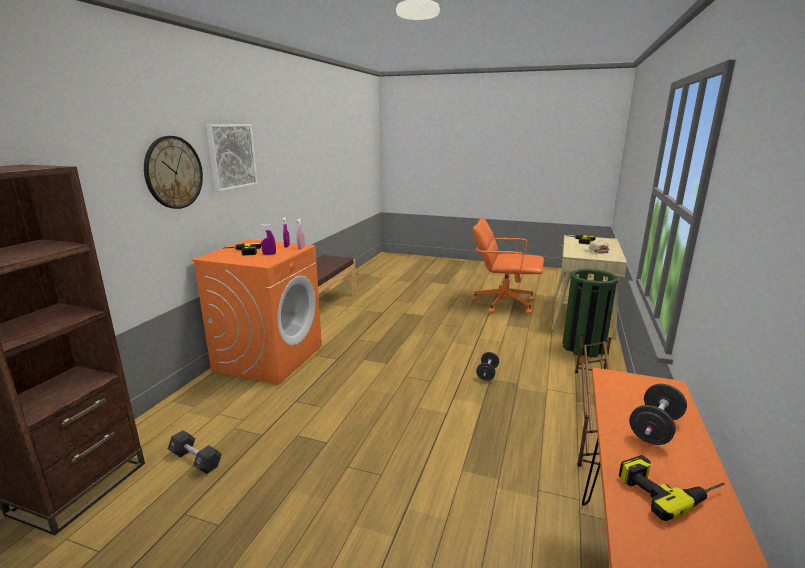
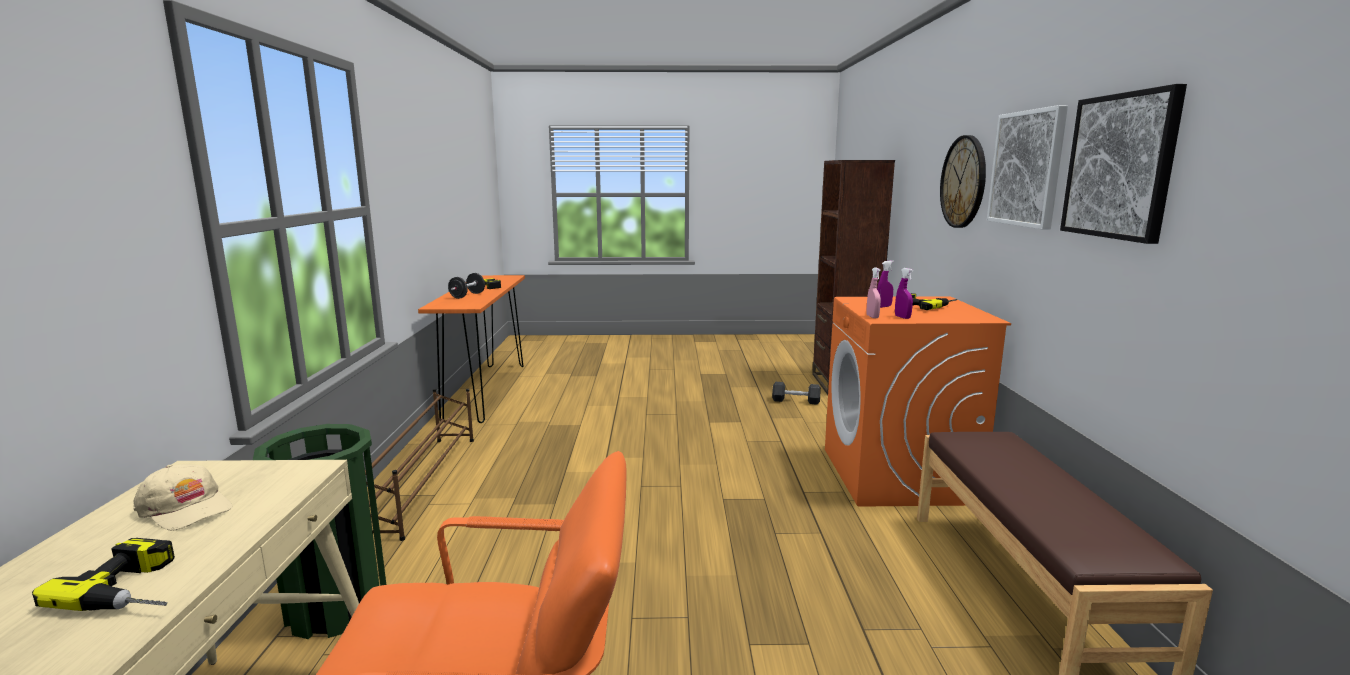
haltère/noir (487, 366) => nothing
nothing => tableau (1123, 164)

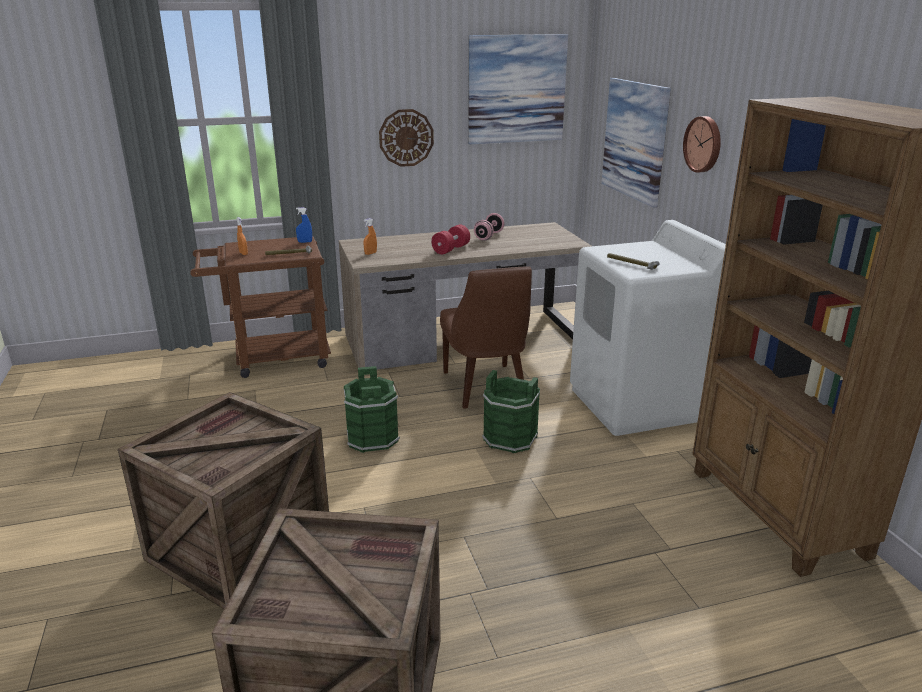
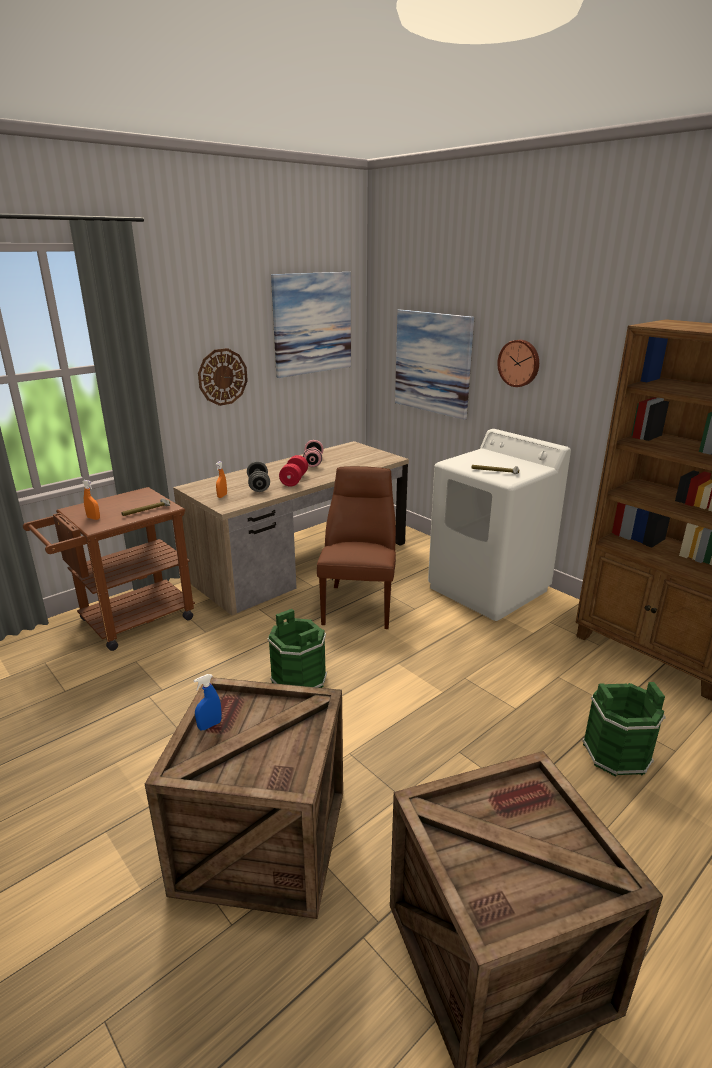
vaporisateur/bleu (304, 225) => vaporisateur/bleu (208, 702), shifted
chaise/marron (486, 337) => chaise/marron (356, 547), 135 degrees counterclockwise
seau/vert (511, 411) => seau/vert (624, 729), shifted
nothing => haltère/gris (258, 476)

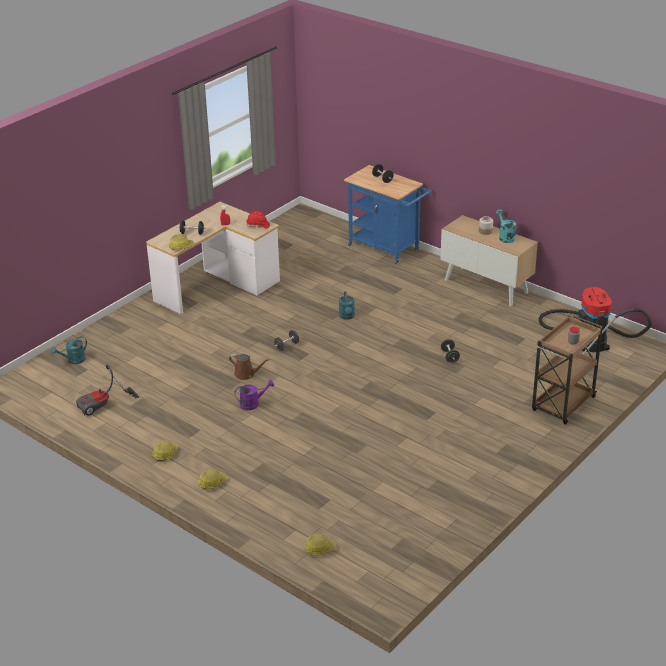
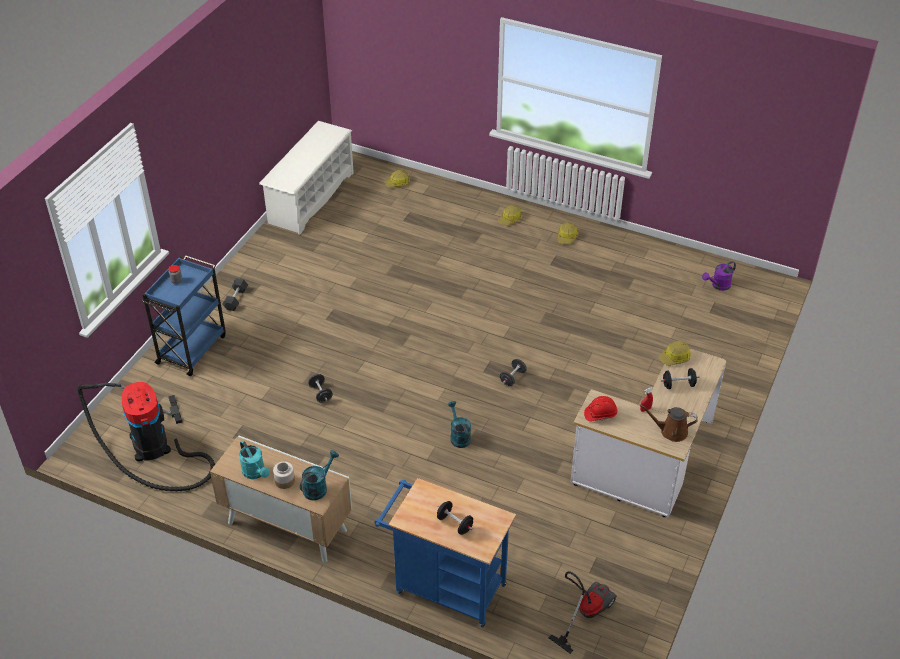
chariot/marron (567, 370) => chariot/bleu (184, 315)
arrosoir/turquoise (69, 350) => arrosoir/turquoise (319, 475), shifted
arrosoir/marron (249, 367) => arrosoir/marron (669, 423), shifted
aspirateur (107, 390) => aspirateur (582, 612), shifted
arrosoir/violet (254, 395) => arrosoir/violet (719, 276), shifted
nothing => étagère à chaussures/blanc (306, 178)
nothing => haltère/noir (235, 294)

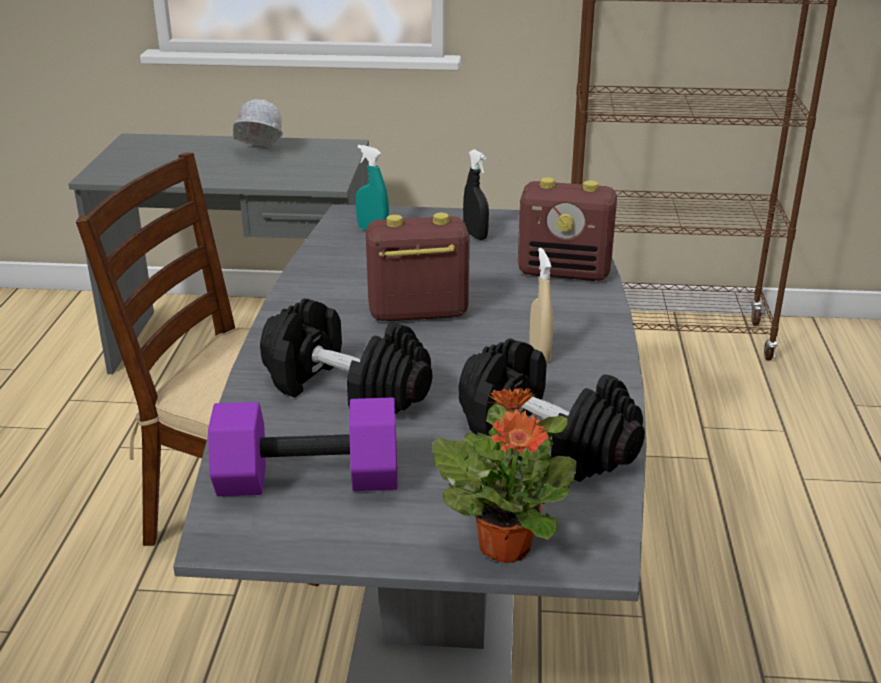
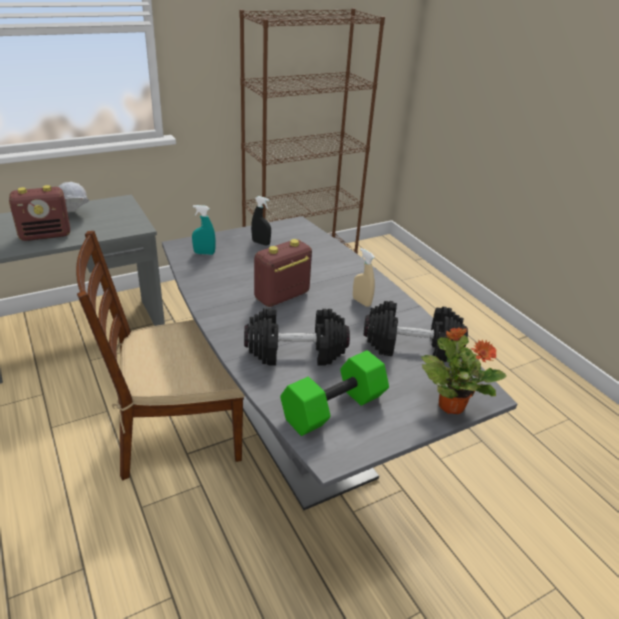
radio (567, 229) => radio (39, 213), shifted
haltère/violet (302, 446) => haltère/vert (334, 393)

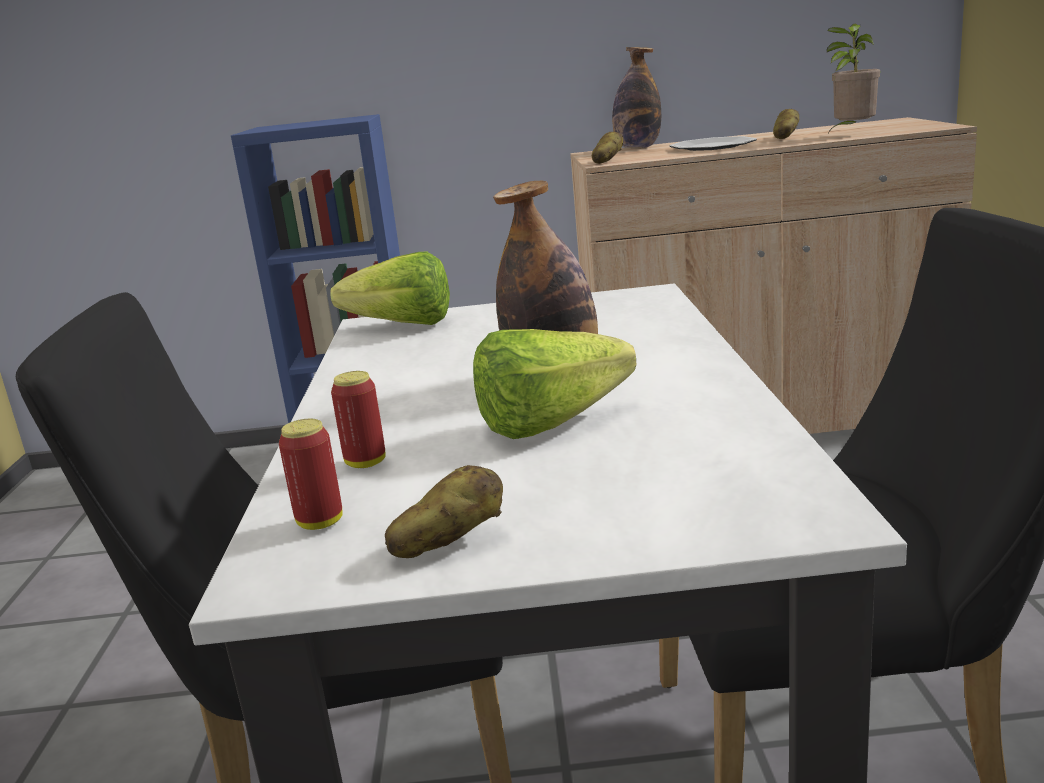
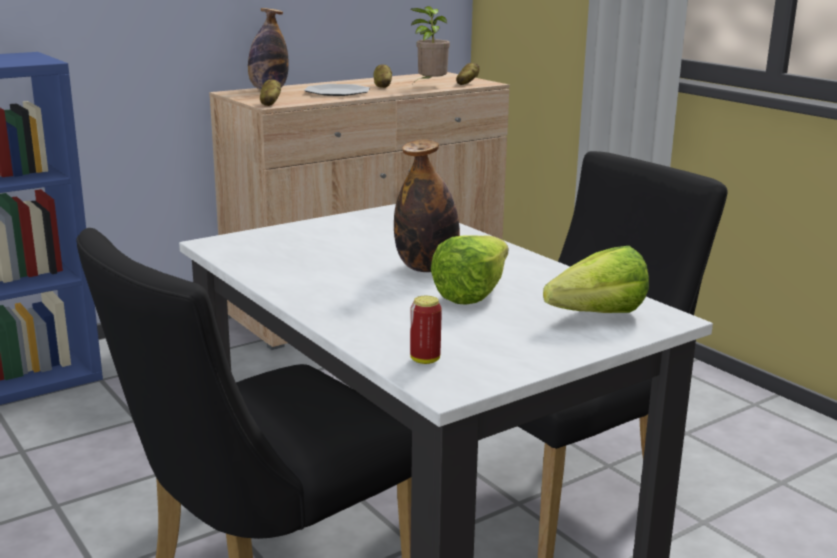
laitue (390, 288) => laitue (596, 279), shifted
boîte métallique (358, 419) => nothing
pomme de terre (444, 511) => pomme de terre (468, 74), shifted

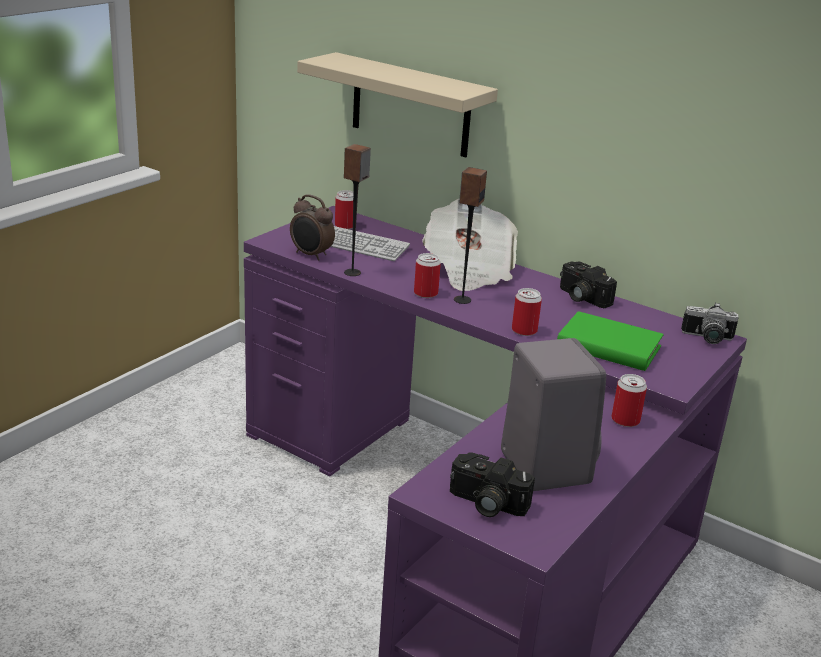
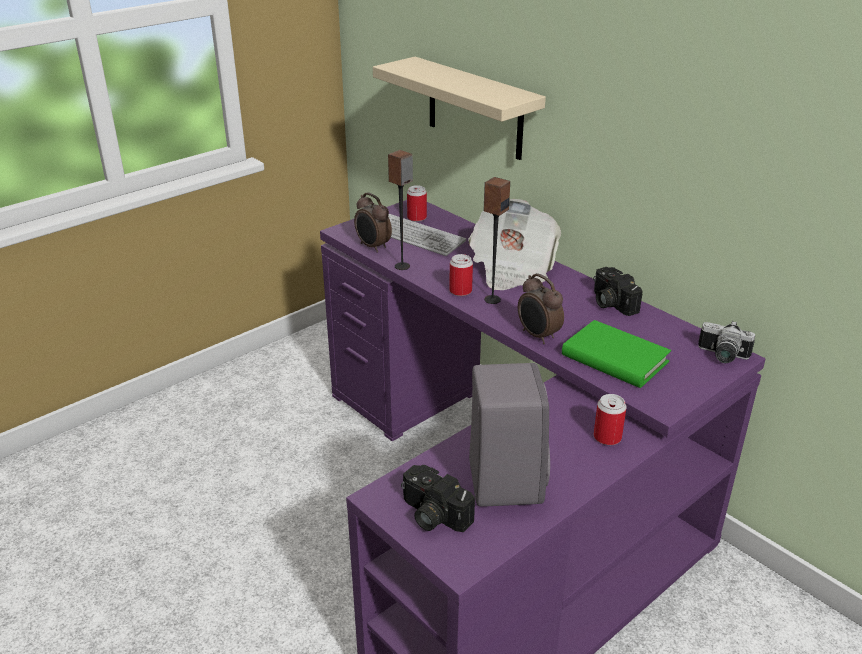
boîte métallique (527, 312) => réveil (541, 308)

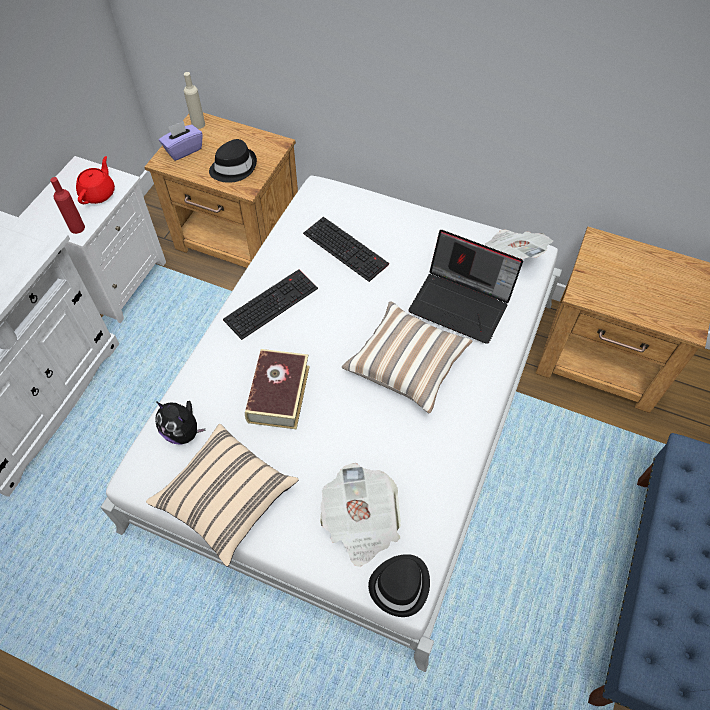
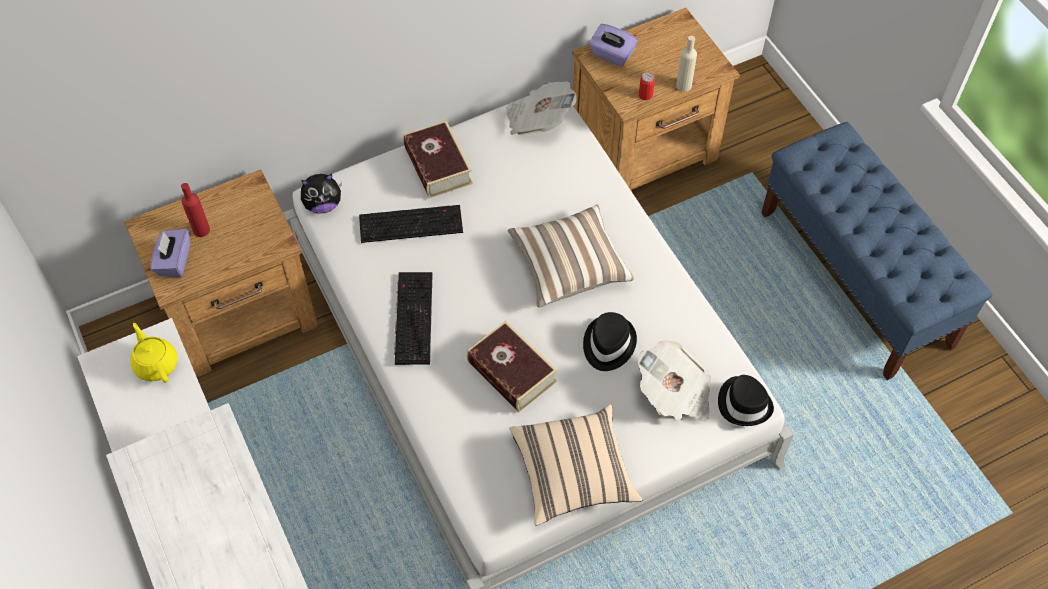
bouteille/beige (194, 100) => bouteille/beige (686, 64), shifted
chapeau/noir (233, 161) => chapeau/noir (610, 341), shifted
théière/rouge (95, 180) => théière/jaune (154, 353)
bouteille/rouge (67, 205) => bouteille/rouge (195, 210), shifted
ordinateur portable (465, 287) => nothing
peluche (180, 423) => peluche (321, 194), shifted
nothing => boîte à mouchoirs/violet (613, 45)
nothing => boîte métallique (647, 86)
nothing => livre (437, 159)

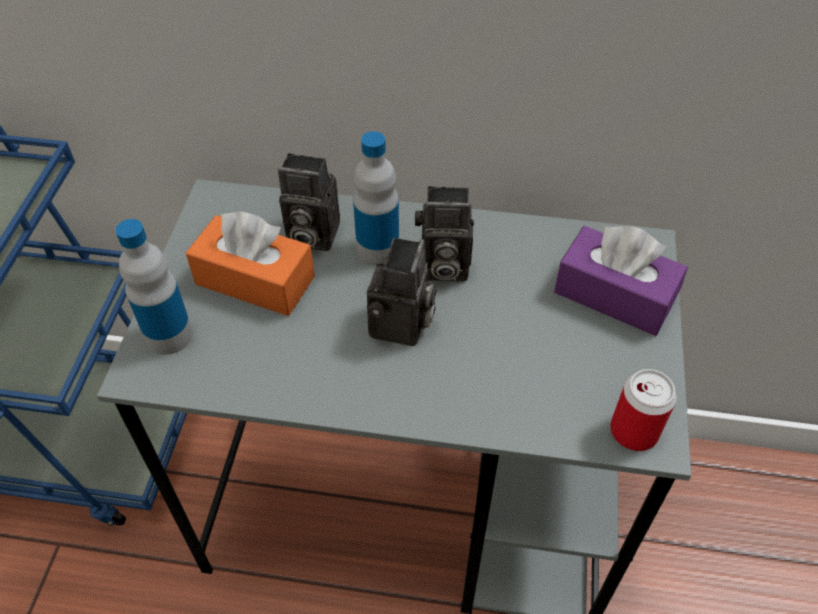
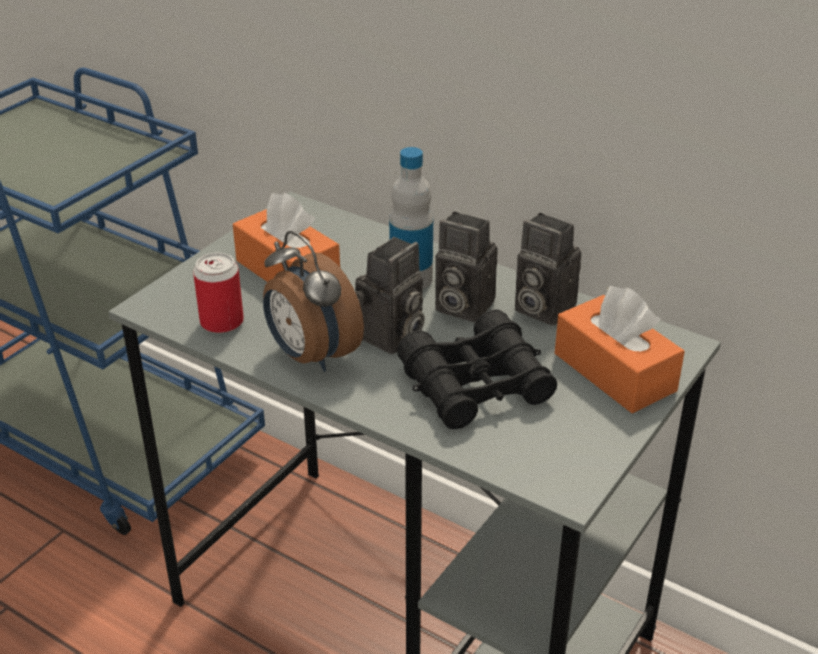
appareil photo (309, 202) => appareil photo (548, 269), shifted
bouteille (154, 287) => nothing
boîte à mouchoirs/violet (621, 281) => boîte à mouchoirs/orange (620, 349)
boîte métallique (643, 410) => boîte métallique (218, 293), shifted
nothing => réveil (313, 301)
nothing => jumelles/noir (477, 369)

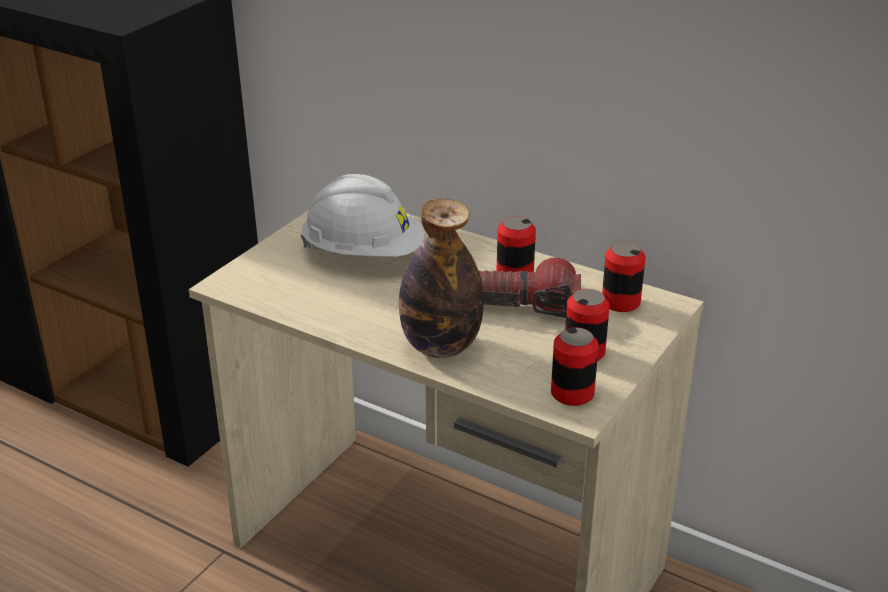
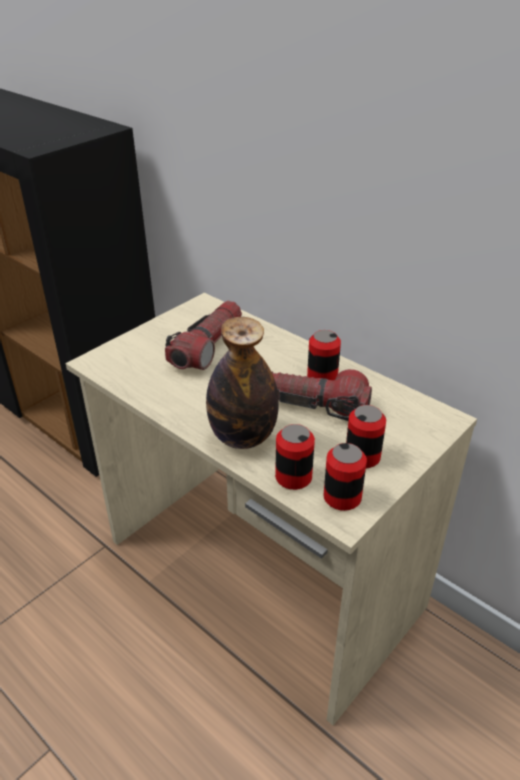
casque de chantier/blanc (362, 215) => lampe de poche (203, 335)
boîte métallique (623, 277) => boîte métallique (295, 457), shifted

